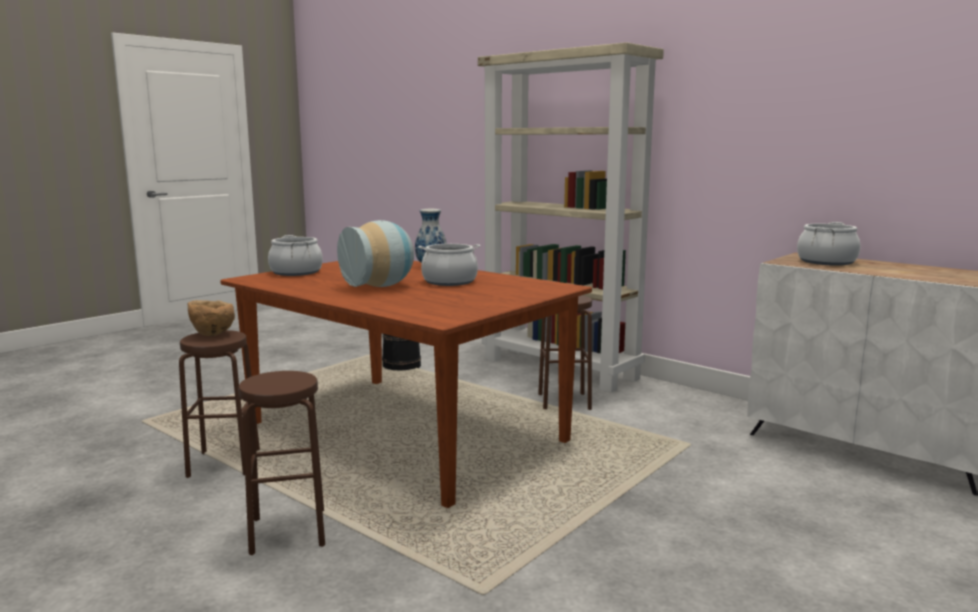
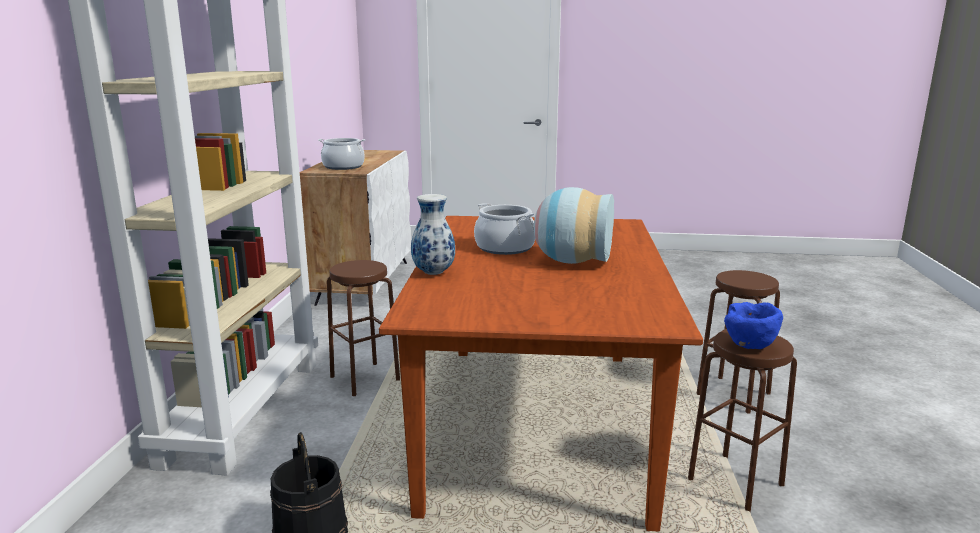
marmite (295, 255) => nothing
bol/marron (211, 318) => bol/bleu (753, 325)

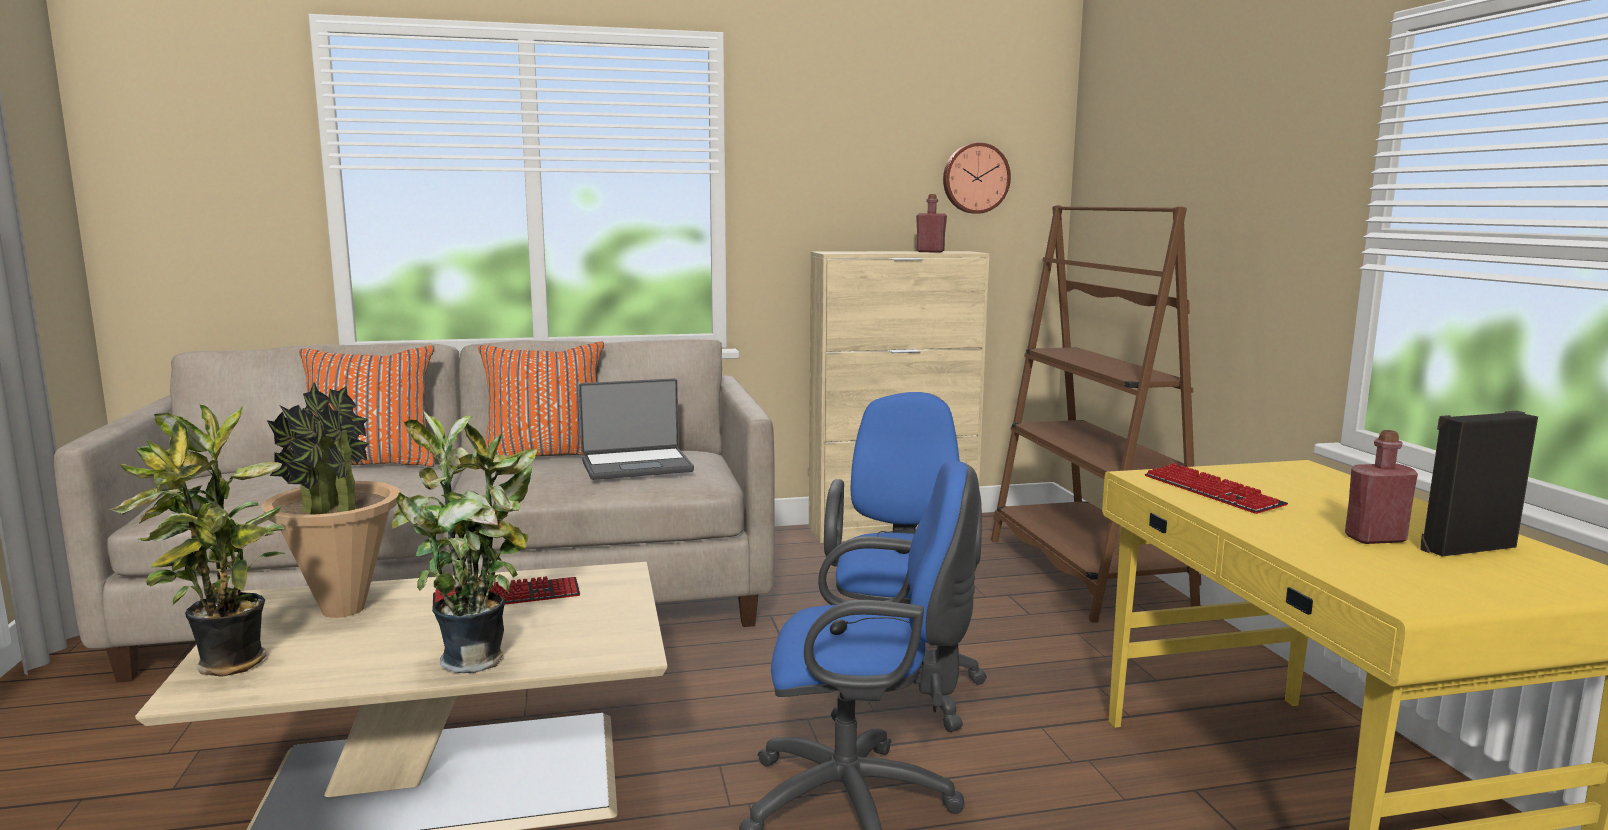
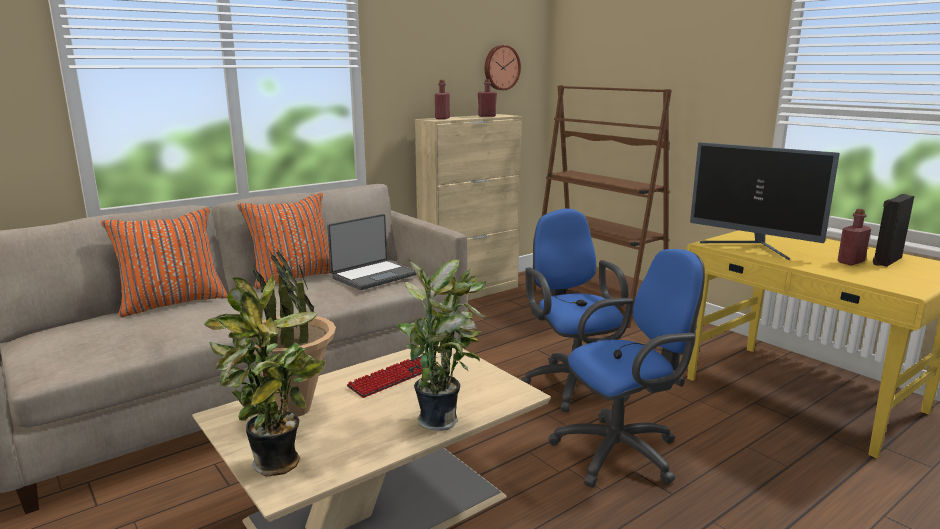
clavier (1216, 488) => écran d'ordinateur (765, 201)
nothing => bouteille/rouge (442, 99)

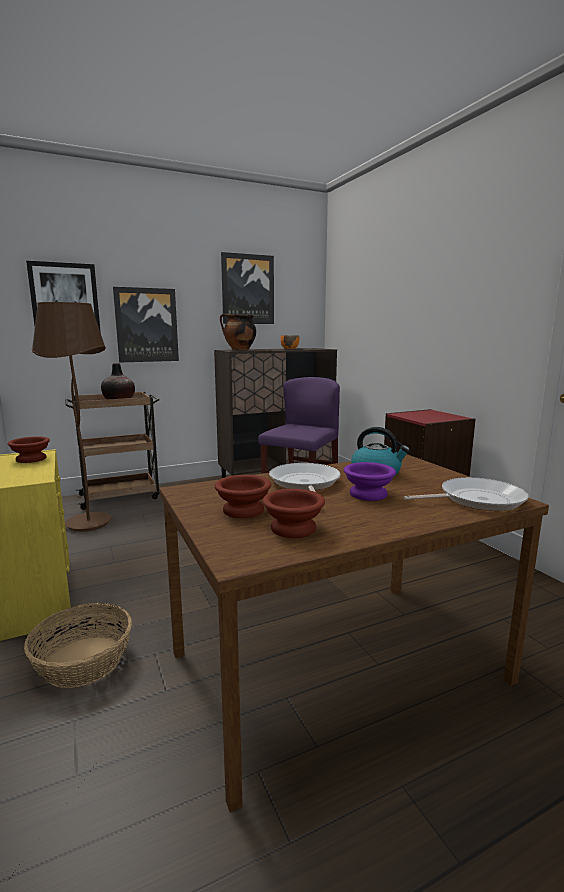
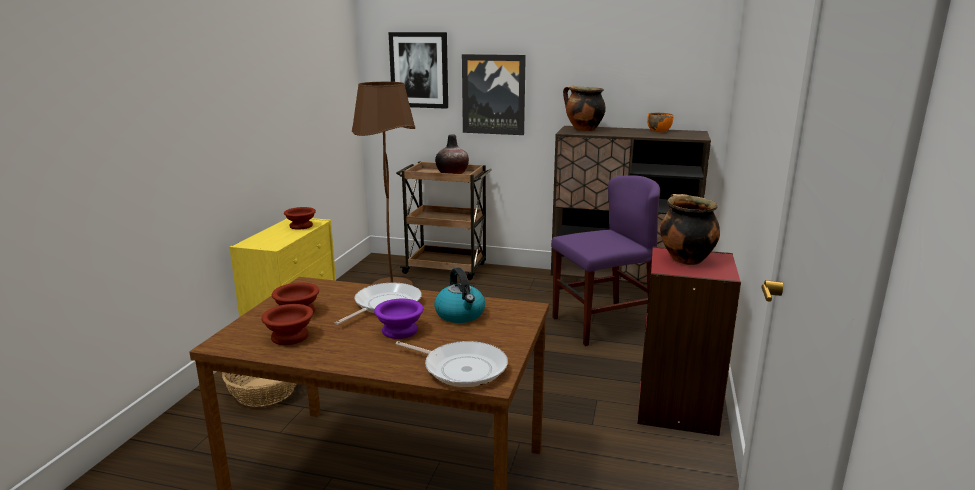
tableau (247, 288) => nothing
nothing => marmite (690, 229)

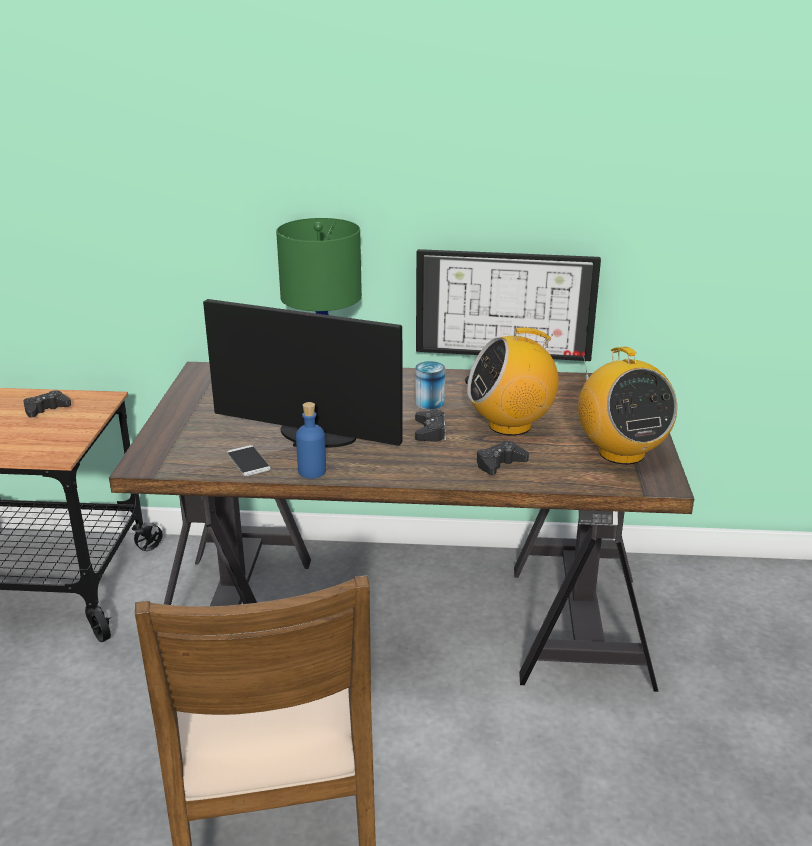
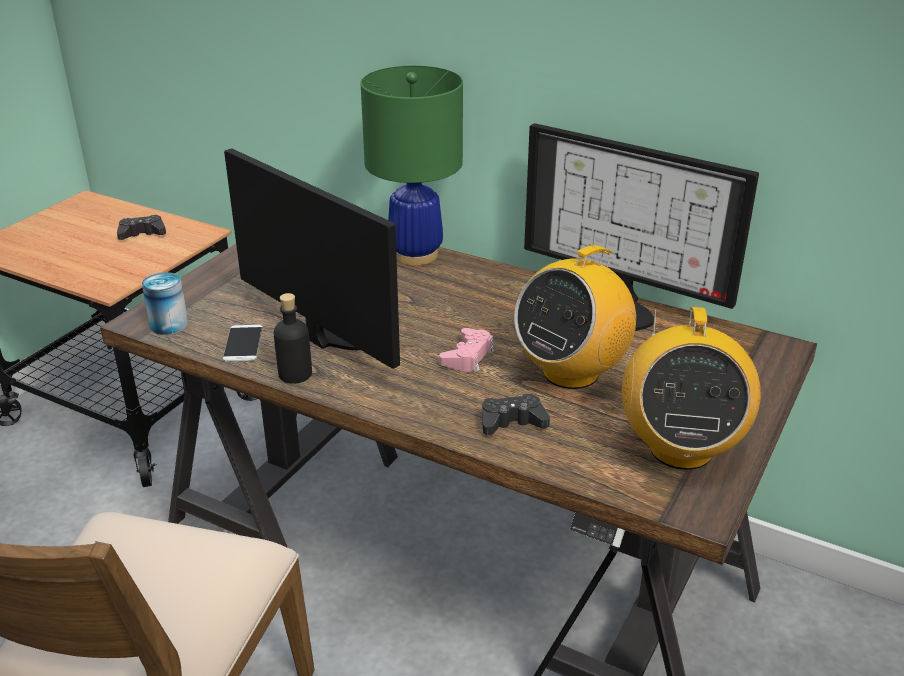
radio (513, 382) => radio (575, 316), 60 degrees counterclockwise
boîte métallique (430, 385) => boîte métallique (165, 303), shifted
bouteille/bleu (311, 440) => bouteille/noir (293, 338)
manette/noir (430, 426) => manette/rose (466, 350)

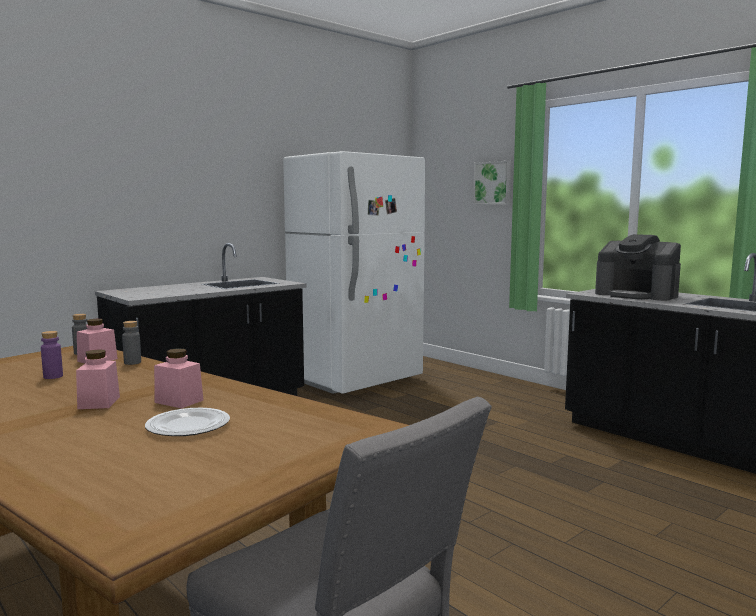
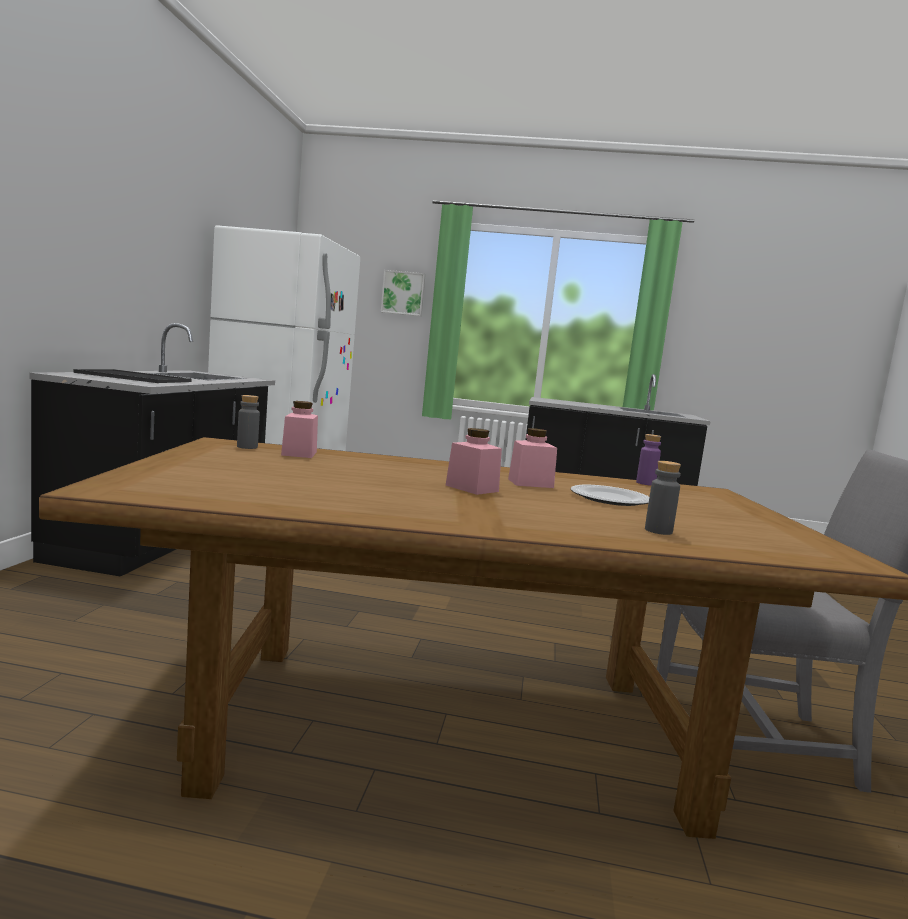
machine à café (638, 267) => nothing
bouteille/gris (131, 343) => bouteille/gris (663, 498), shifted
bouteille/violet (52, 355) => bouteille/violet (648, 460), shifted
nothing => plateau (133, 376)

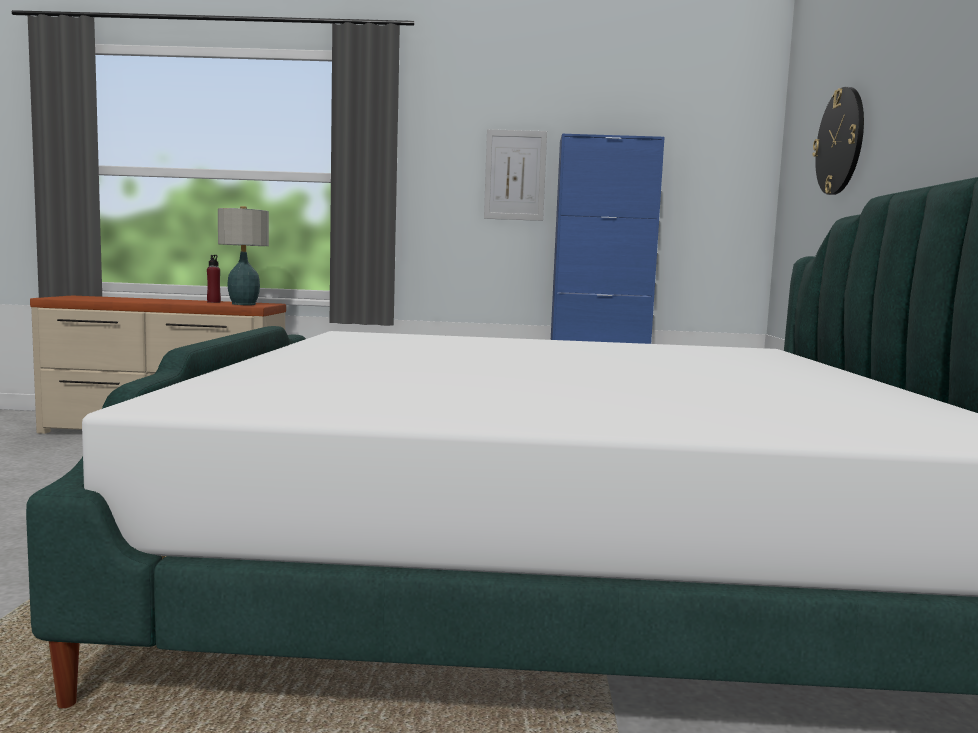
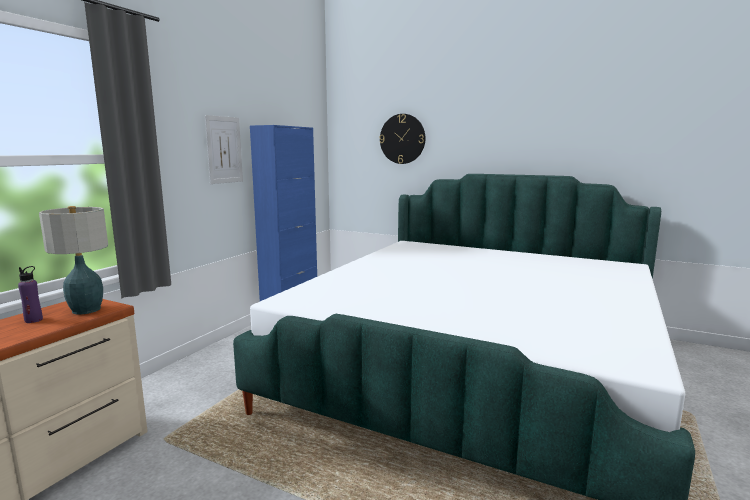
bouteille/rouge (214, 279) => bouteille/violet (30, 294)

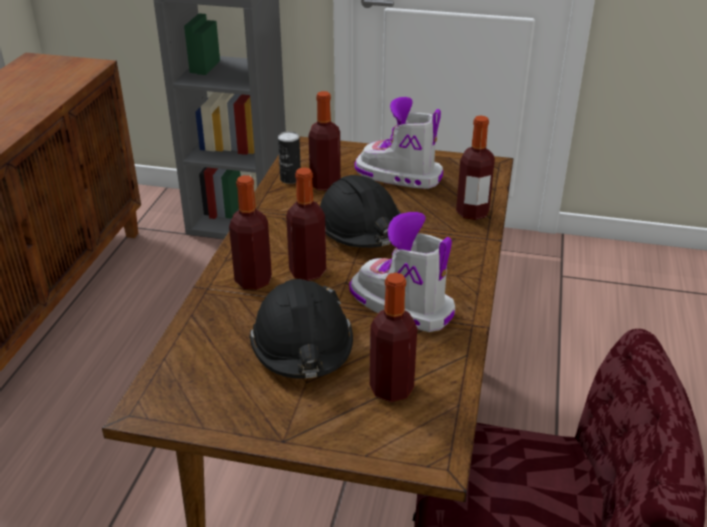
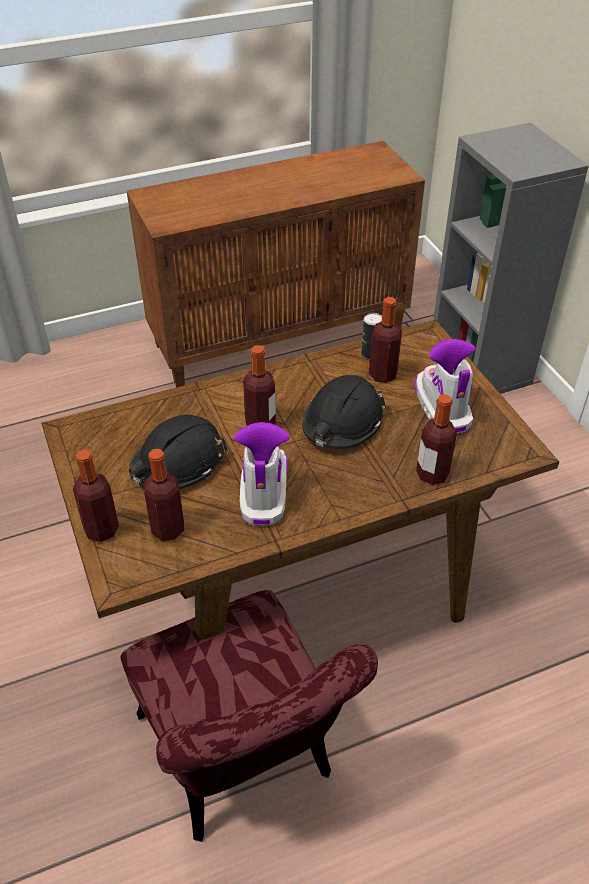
bouteille (250, 232) => bouteille (96, 495), shifted

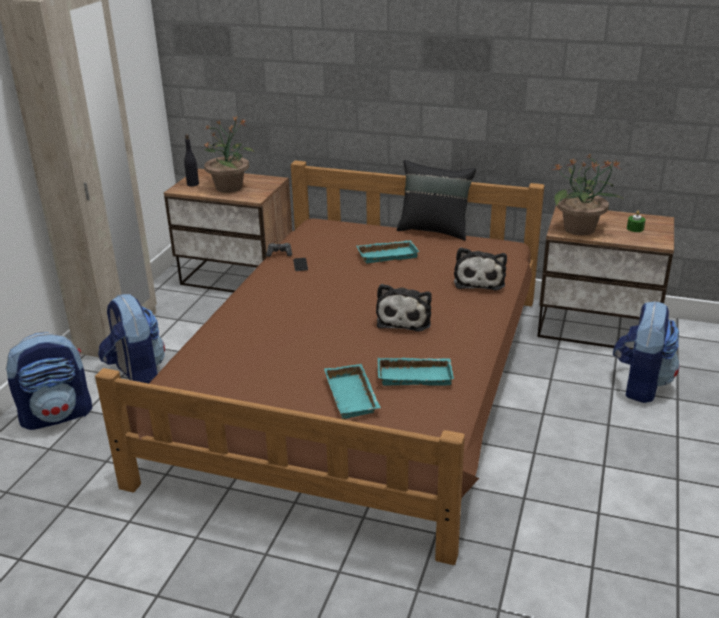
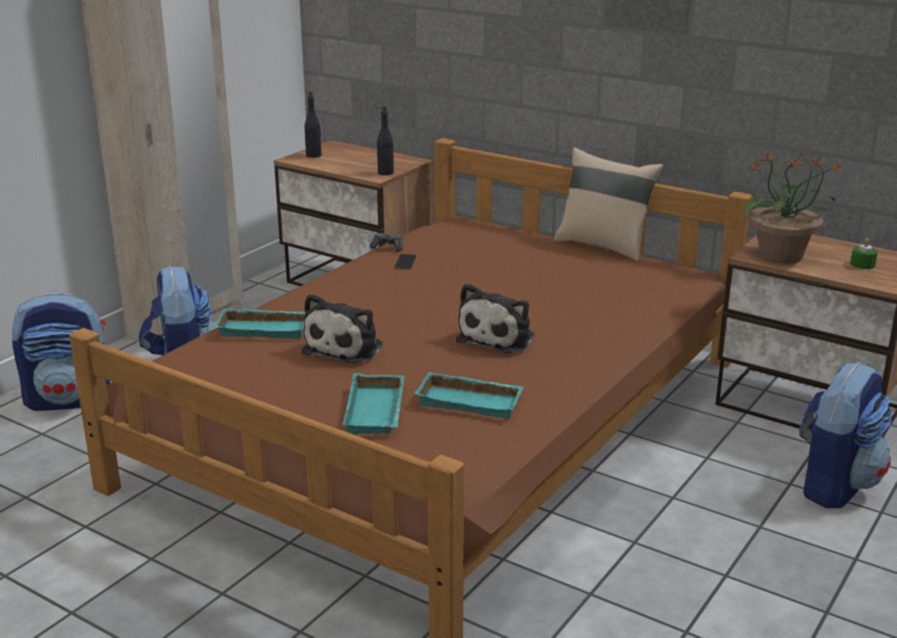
plante en pot (229, 154) => nothing
coussin/noir (436, 200) => coussin/beige (608, 204)
plateau/turquoise (387, 251) => plateau/turquoise (259, 324), shifted
peluche (480, 268) => peluche (342, 328), shifted
nothing => bouteille/noir (385, 140)

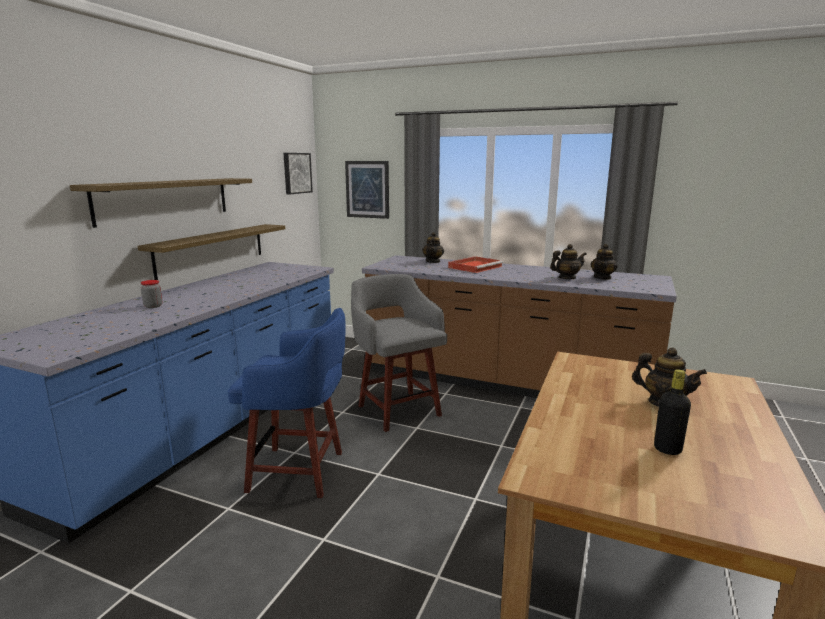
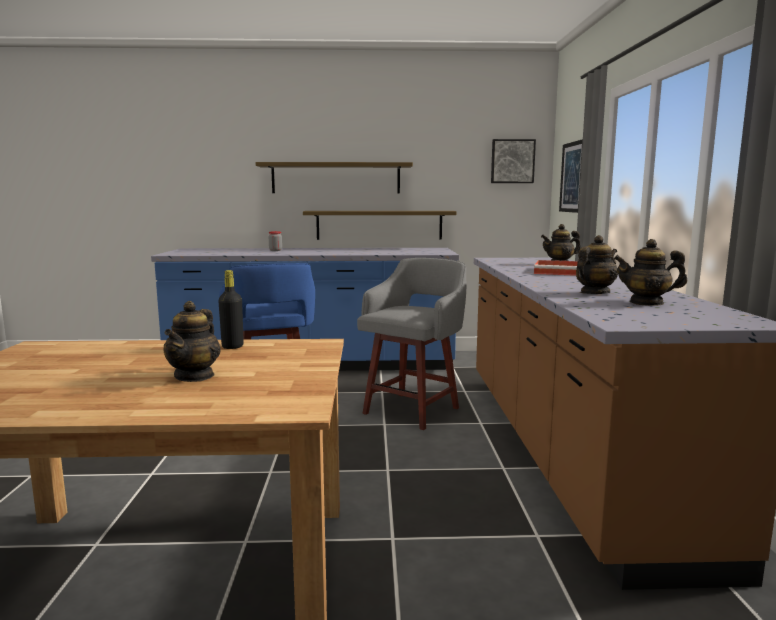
théière (568, 261) => théière (597, 264), 90 degrees counterclockwise
bouteille/noir (672, 412) => bouteille/noir (231, 309), shifted

